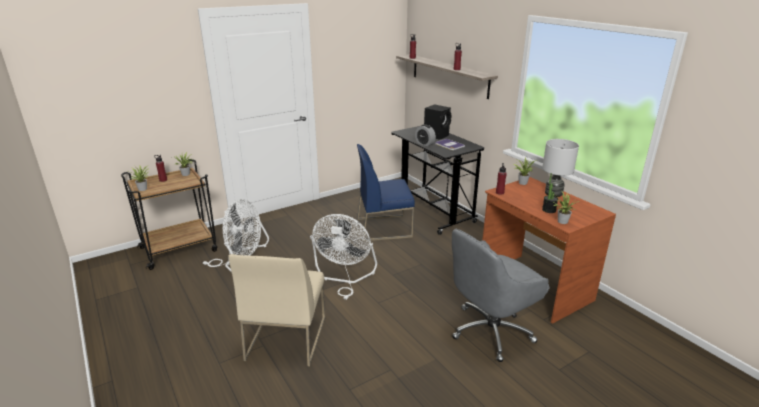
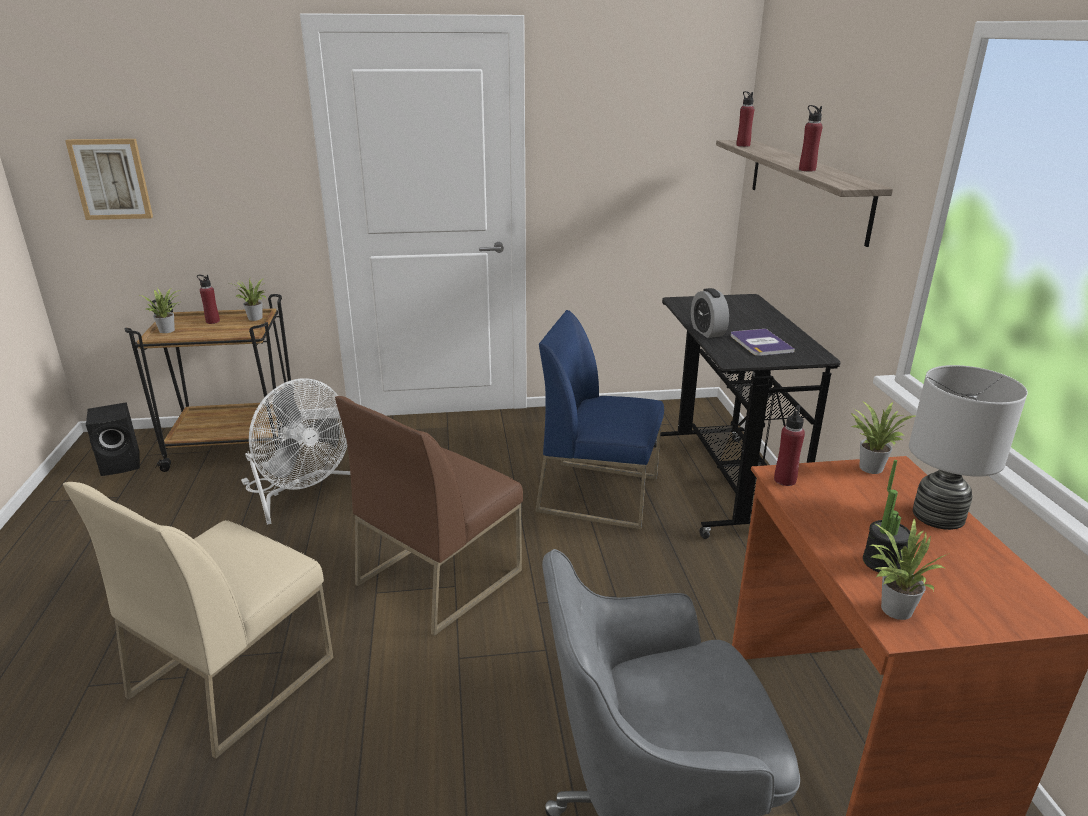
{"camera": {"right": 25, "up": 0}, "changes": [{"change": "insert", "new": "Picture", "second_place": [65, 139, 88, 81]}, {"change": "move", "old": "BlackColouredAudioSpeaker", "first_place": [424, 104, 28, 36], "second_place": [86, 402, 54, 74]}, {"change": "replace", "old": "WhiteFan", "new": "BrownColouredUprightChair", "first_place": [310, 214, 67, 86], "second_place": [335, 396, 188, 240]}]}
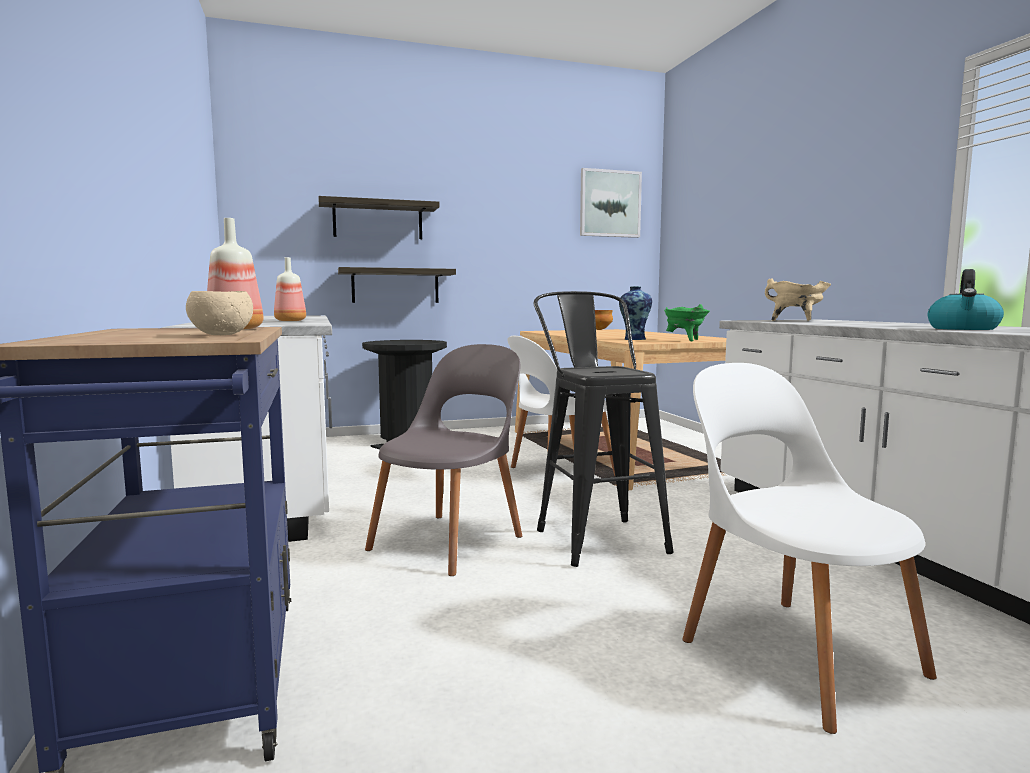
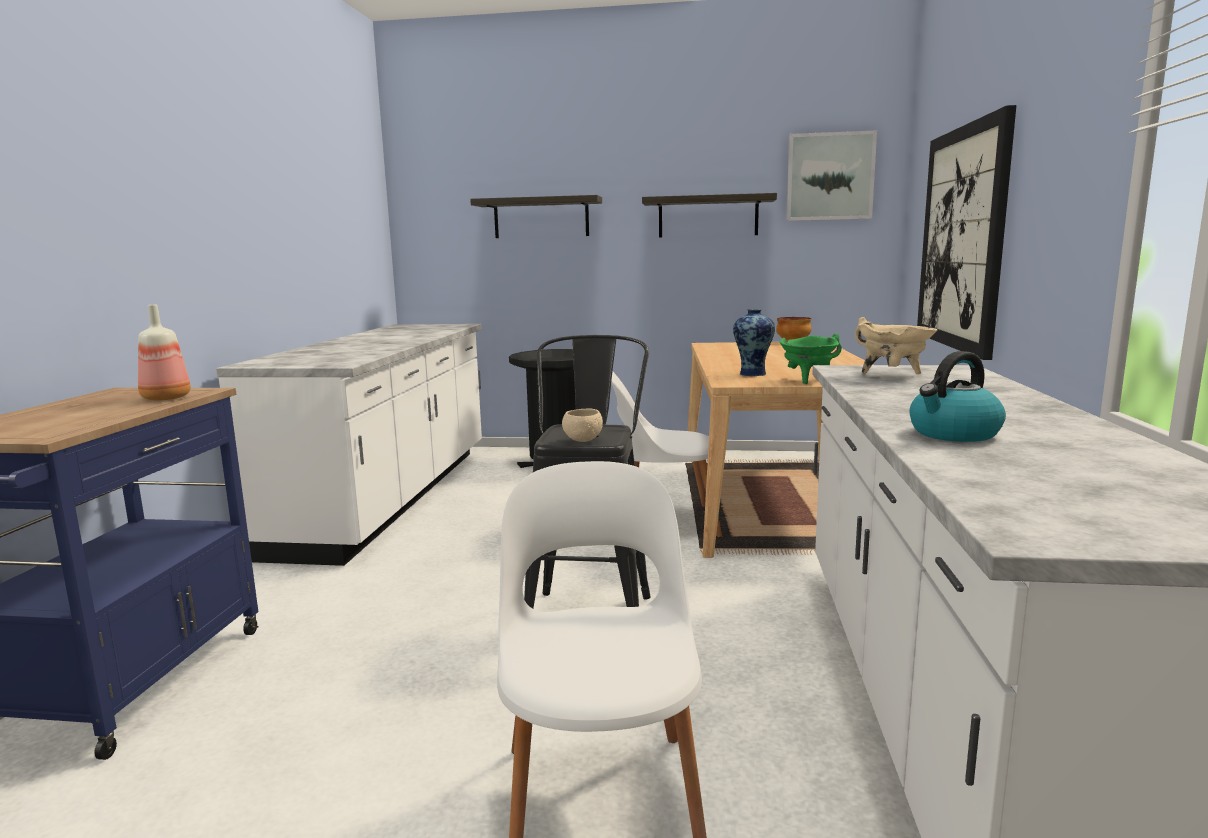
{"camera": {"right": 25, "up": 5}, "changes": [{"change": "move", "old": "SandColouredBowl", "first_place": [186, 291, 67, 44], "second_place": [562, 409, 41, 33]}, {"change": "move", "old": "WallShelf", "first_place": [338, 267, 118, 36], "second_place": [642, 193, 135, 45]}, {"change": "insert", "new": "Picture", "second_place": [917, 105, 99, 255]}, {"change": "delete", "old": "DrinkBottle", "first_place": [274, 257, 32, 64]}, {"change": "delete", "old": "GrayUprightChair", "first_place": [365, 344, 157, 232]}]}
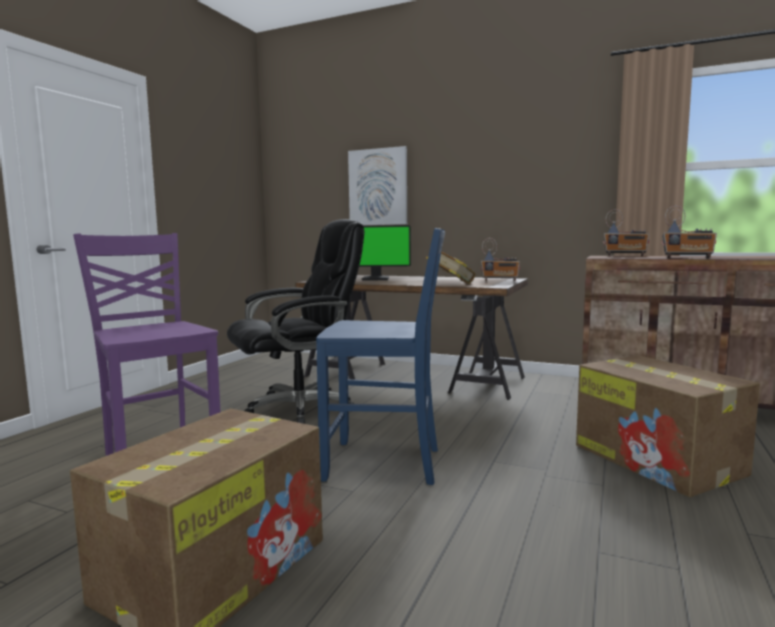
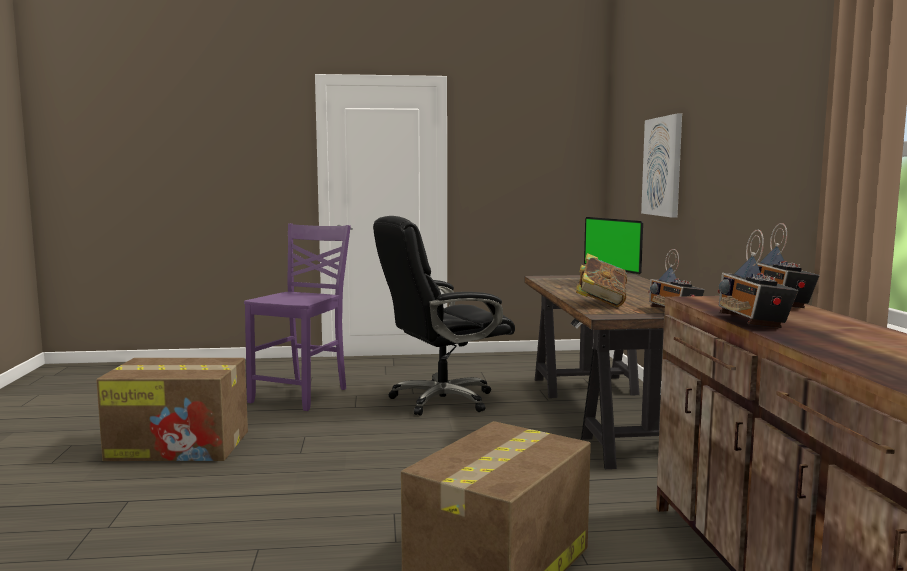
{"camera": {"right": 60, "up": 0}, "changes": [{"change": "rotate", "old": "BlackColouredOfficeChair", "first_place": [227, 219, 137, 205], "second_place": [373, 216, 142, 200], "degrees": 120}, {"change": "delete", "old": "BluishUprightChair", "first_place": [316, 228, 129, 257]}]}
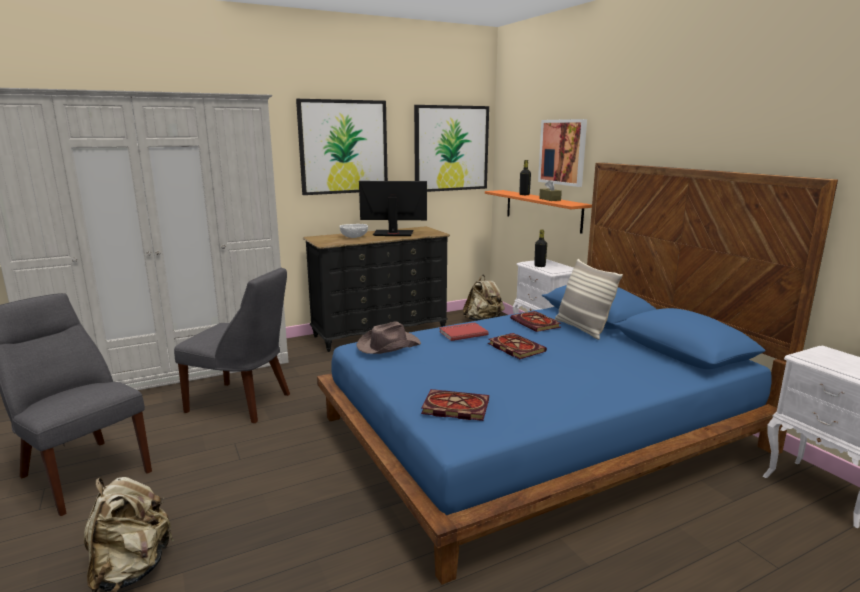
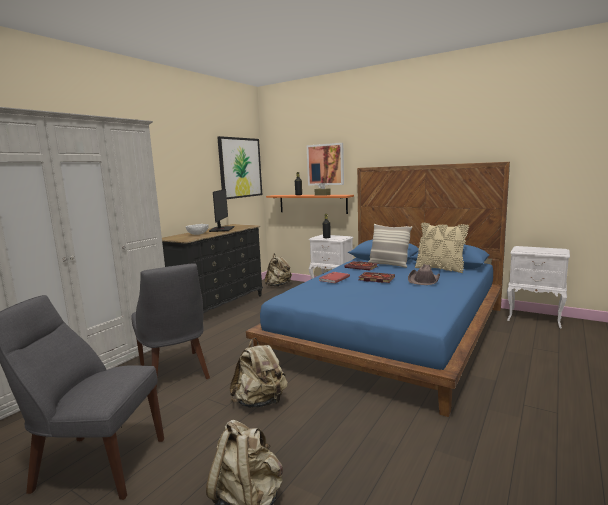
{"camera": {"right": -30, "up": -5}, "changes": [{"change": "rotate", "old": "GrayUprightChair", "first_place": [174, 268, 116, 155], "second_place": [131, 263, 79, 126], "degrees": 75}, {"change": "rotate", "old": "ComputerDisplay", "first_place": [359, 181, 68, 55], "second_place": [209, 189, 26, 43], "degrees": 120}, {"change": "insert", "new": "SandColouredKnapsack", "second_place": [230, 338, 58, 70]}, {"change": "move", "old": "BrownColouredClothingHat", "first_place": [356, 321, 65, 33], "second_place": [408, 264, 32, 21]}, {"change": "insert", "new": "SandColouredThrowPillow", "second_place": [415, 222, 54, 51]}, {"change": "delete", "old": "Picture", "first_place": [296, 99, 92, 96]}, {"change": "delete", "old": "BoundBook", "first_place": [421, 389, 68, 32]}]}
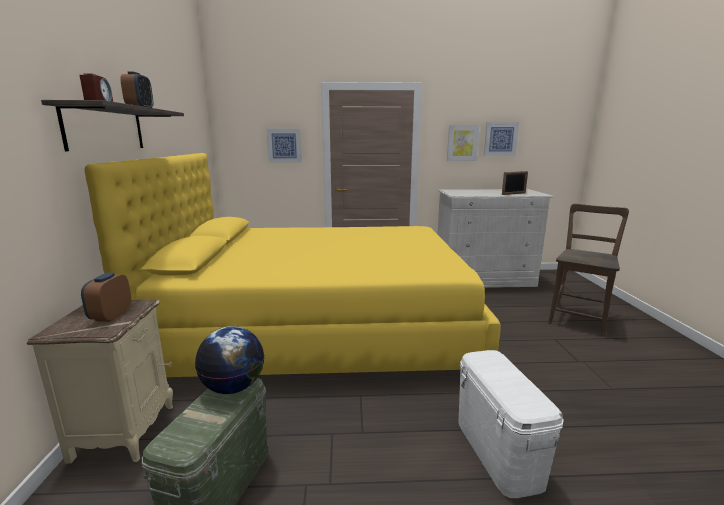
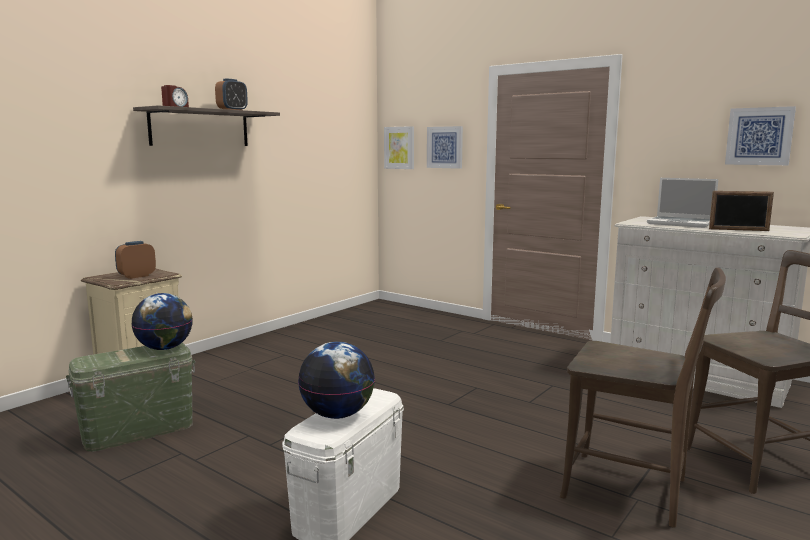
{"camera": {"right": 40, "up": -5}, "changes": [{"change": "insert", "new": "DeskGlobe", "second_place": [298, 342, 77, 77]}, {"change": "move", "old": "Picture", "first_place": [447, 125, 33, 36], "second_place": [384, 126, 30, 43]}, {"change": "insert", "new": "BrownColouredUprightChair", "second_place": [560, 268, 166, 260]}, {"change": "insert", "new": "PortableComputer", "second_place": [647, 178, 71, 50]}, {"change": "delete", "old": "YellowColouredBed", "first_place": [84, 153, 417, 224]}]}
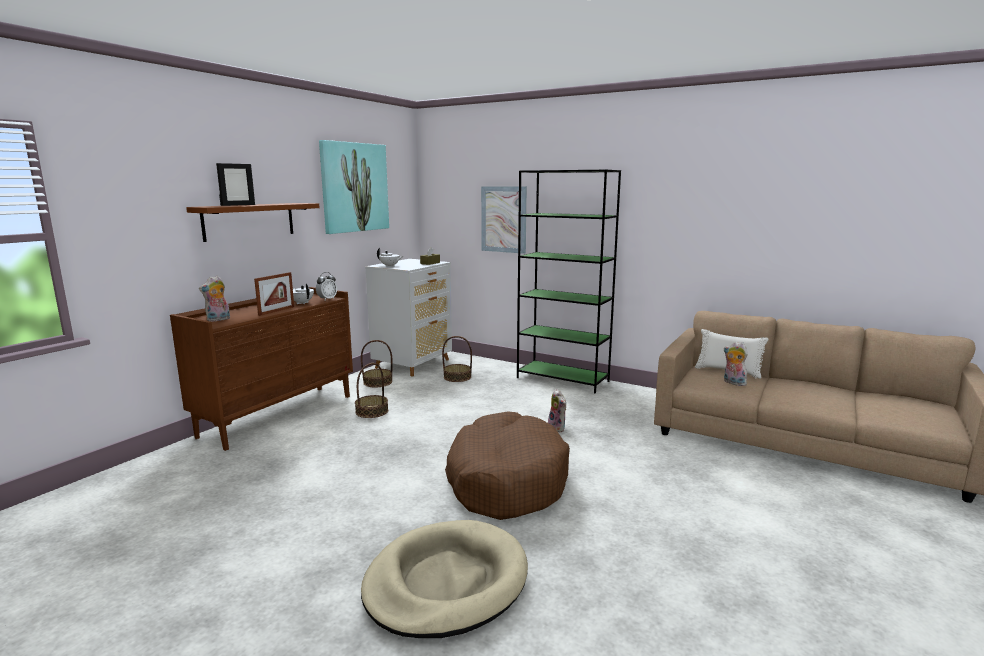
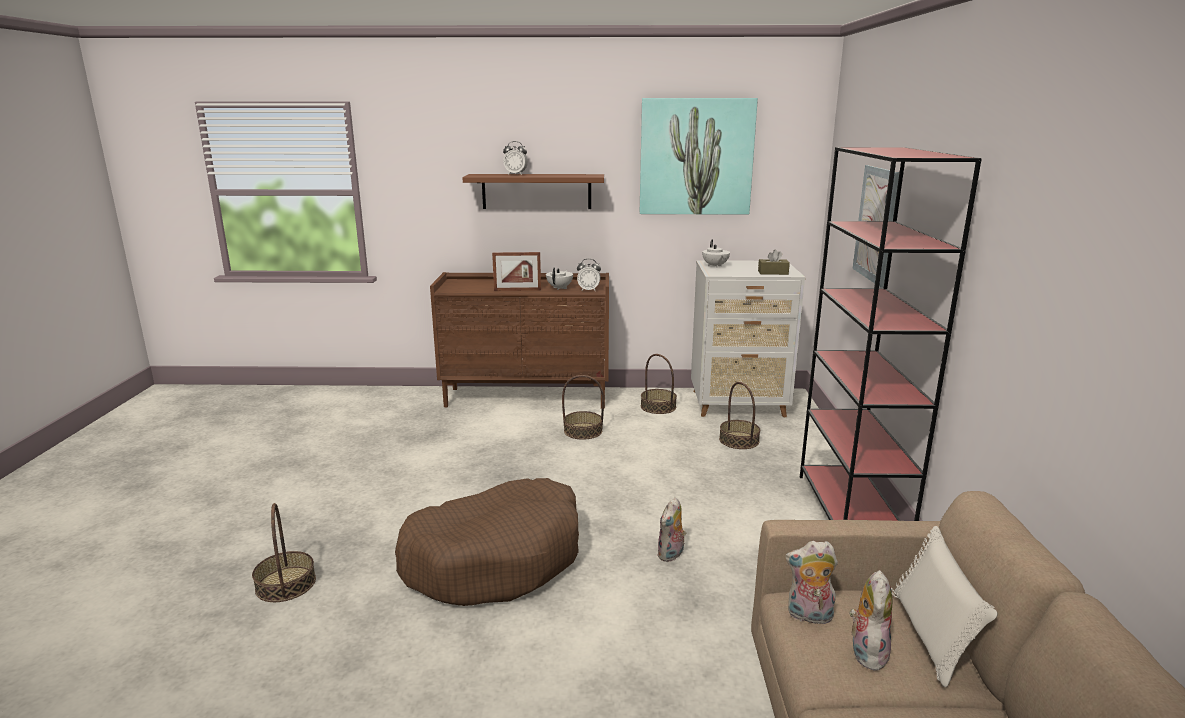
{"camera": {"right": 60, "up": 5}, "changes": [{"change": "replace", "old": "SandColouredPetBed", "new": "HouseholdBasket", "first_place": [361, 520, 167, 118], "second_place": [252, 503, 64, 99]}, {"change": "replace", "old": "StandingFrame", "new": "AlarmClock", "first_place": [216, 163, 39, 43], "second_place": [503, 141, 25, 34]}, {"change": "move", "old": "SoftToy", "first_place": [199, 276, 31, 46], "second_place": [785, 541, 53, 83]}, {"change": "recolor", "old": "GreenShelvingUnit", "new": "RedColouredShelvingUnit", "first_place": [517, 170, 104, 224], "second_place": [800, 147, 182, 374]}]}
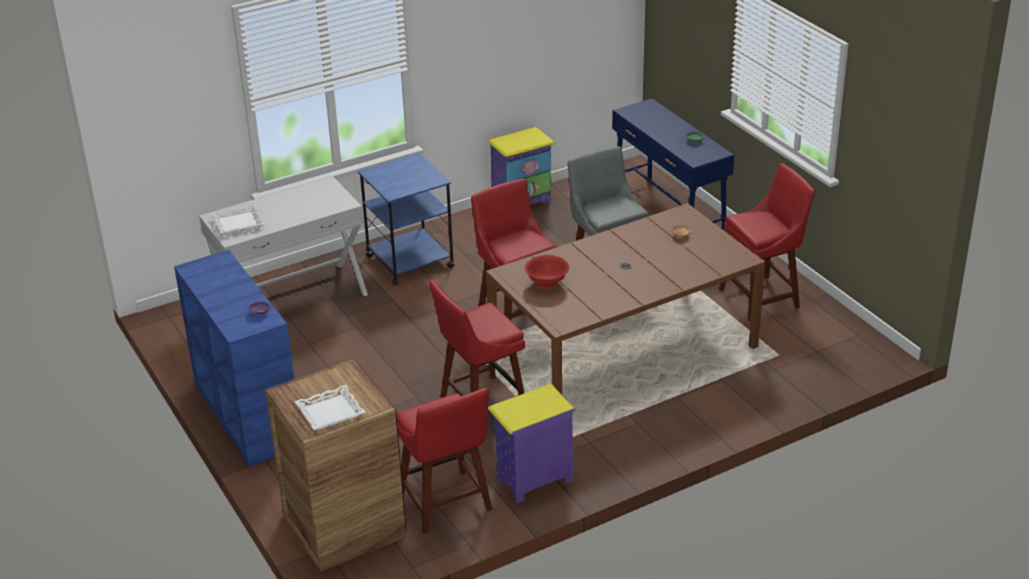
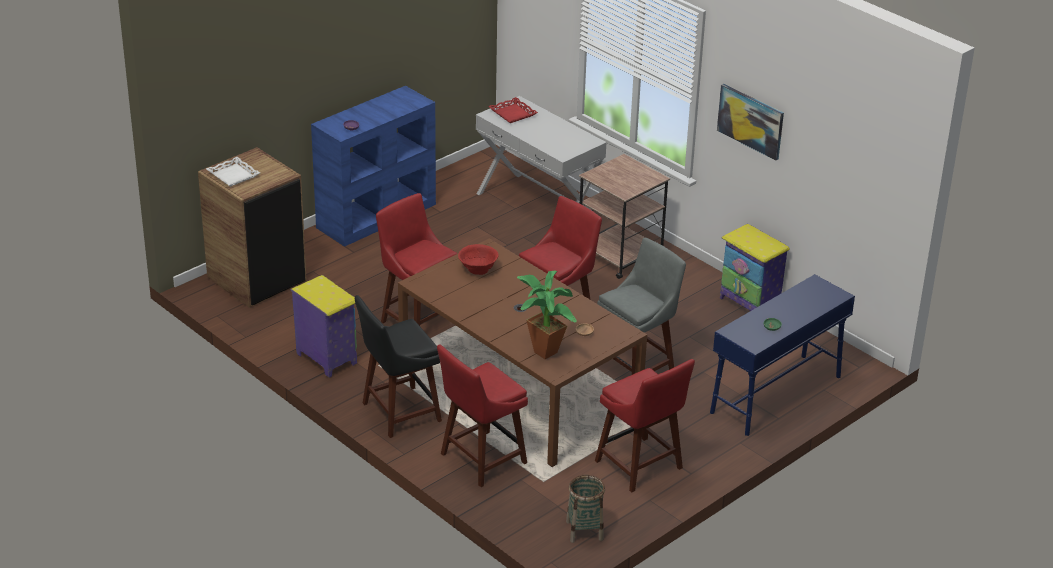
{"camera": {"right": 75, "up": 0}, "changes": [{"change": "insert", "new": "BlackColouredUprightChair", "second_place": [355, 295, 87, 143]}, {"change": "move", "old": "RedColouredUprightChair", "first_place": [396, 388, 97, 146], "second_place": [437, 344, 91, 143]}, {"change": "recolor", "old": "WhiteTray", "new": "RedColouredTray", "first_place": [212, 204, 53, 31], "second_place": [488, 97, 50, 26]}, {"change": "insert", "new": "PlantInAPot", "second_place": [517, 271, 60, 88]}, {"change": "insert", "new": "HouseholdBasket", "second_place": [566, 475, 39, 68]}, {"change": "recolor", "old": "BluishCart", "new": "BrownColouredCart", "first_place": [358, 153, 96, 133], "second_place": [579, 154, 91, 125]}, {"change": "insert", "new": "Picture", "second_place": [717, 84, 67, 76]}]}
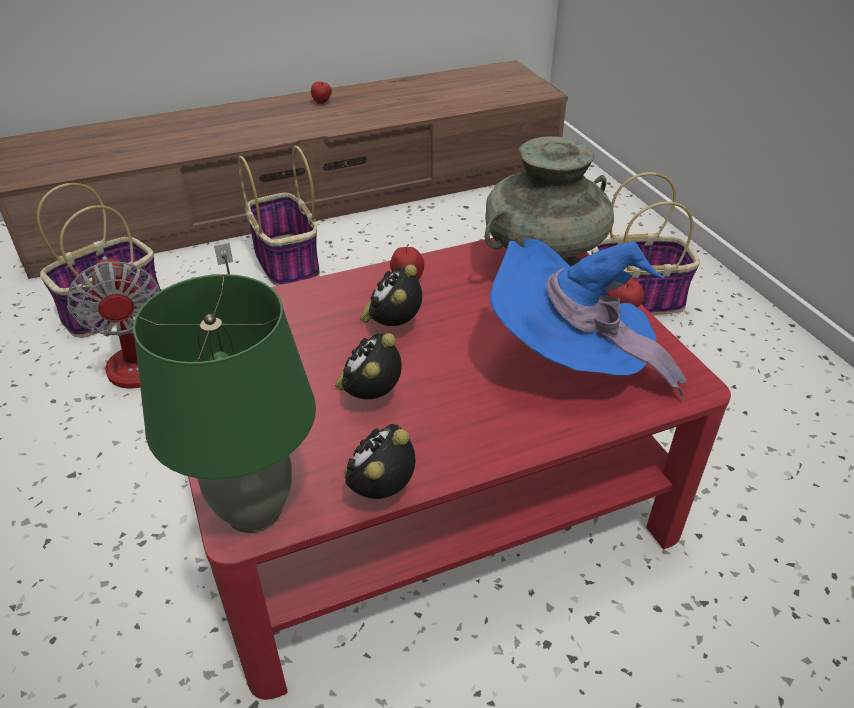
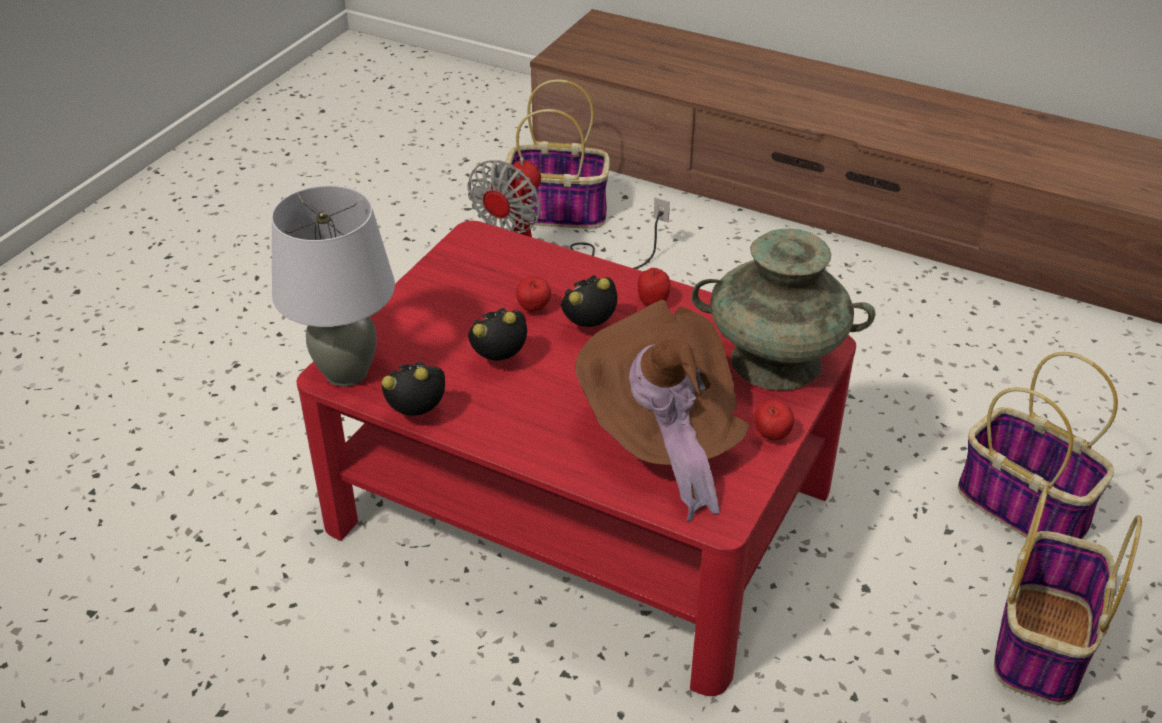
{"camera": {"right": 50, "up": 0}, "changes": [{"change": "recolor", "old": "GreenTableLamp", "new": "GrayTableLamp", "first_place": [133, 274, 183, 259], "second_place": [271, 185, 124, 202]}, {"change": "move", "old": "AppleFruit", "first_place": [311, 82, 21, 22], "second_place": [516, 276, 35, 36]}, {"change": "recolor", "old": "BluishClothingHat", "new": "BrownColouredClothingHat", "first_place": [490, 238, 197, 164], "second_place": [575, 300, 175, 221]}, {"change": "move", "old": "HouseholdBasket", "first_place": [238, 146, 82, 140], "second_place": [994, 485, 148, 220]}]}
